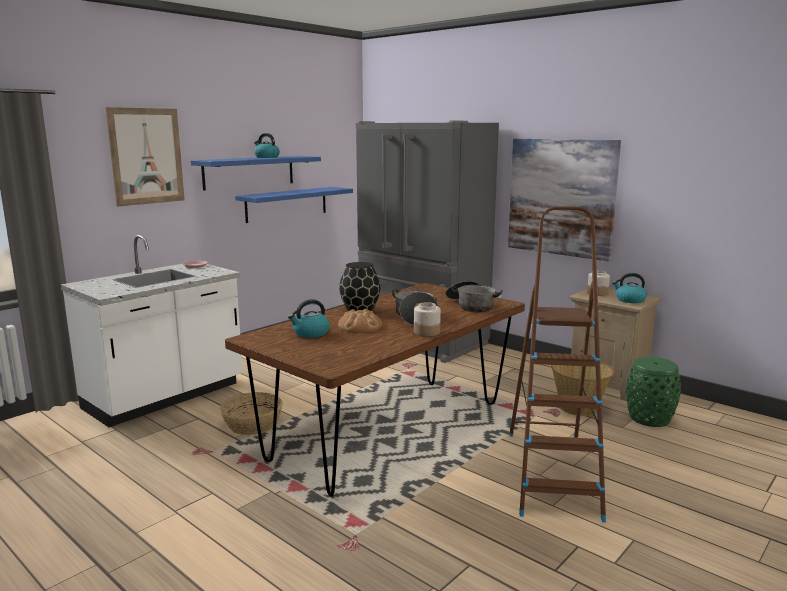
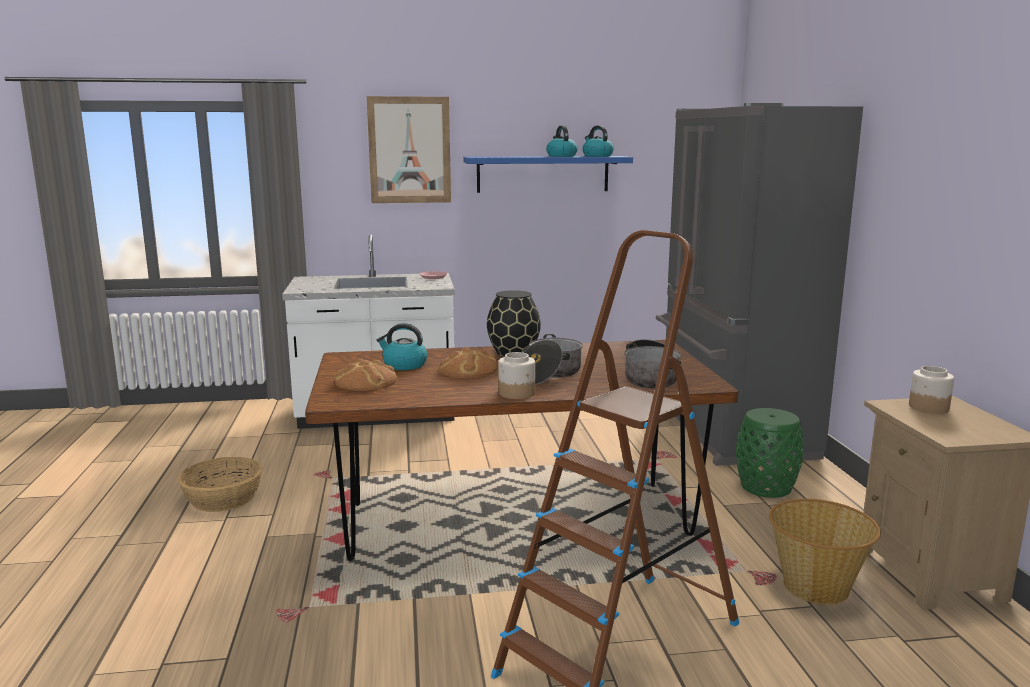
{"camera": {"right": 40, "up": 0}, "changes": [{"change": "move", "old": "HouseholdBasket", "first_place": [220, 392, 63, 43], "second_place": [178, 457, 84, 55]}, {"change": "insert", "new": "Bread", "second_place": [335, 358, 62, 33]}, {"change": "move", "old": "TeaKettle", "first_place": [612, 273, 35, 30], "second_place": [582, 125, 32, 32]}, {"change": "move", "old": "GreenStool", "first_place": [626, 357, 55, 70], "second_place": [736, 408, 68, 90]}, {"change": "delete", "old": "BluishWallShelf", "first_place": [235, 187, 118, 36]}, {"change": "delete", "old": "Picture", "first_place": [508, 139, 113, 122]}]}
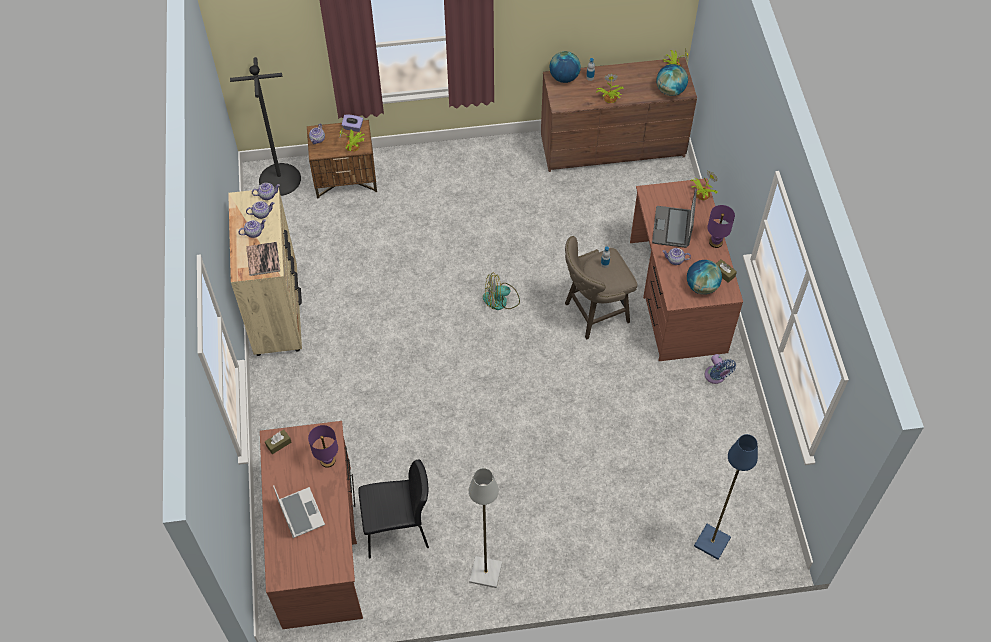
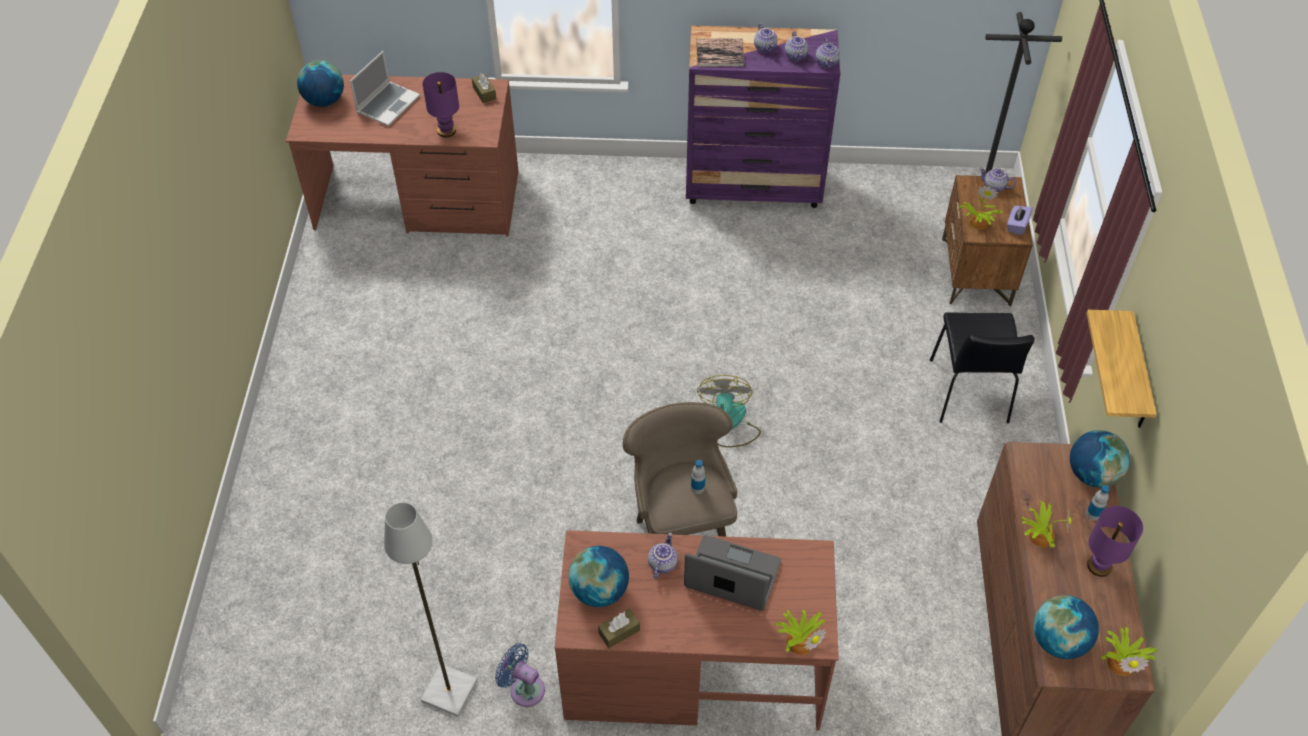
{"camera": {"right": 100, "up": -5}, "changes": [{"change": "insert", "new": "DeskGlobe", "second_place": [297, 60, 47, 47]}, {"change": "rotate", "old": "PortableComputer", "first_place": [273, 485, 52, 53], "second_place": [350, 51, 70, 75], "degrees": -45}, {"change": "move", "old": "GrayStandardLamp", "first_place": [469, 468, 33, 120], "second_place": [384, 502, 94, 215]}, {"change": "rotate", "old": "BluishFan", "first_place": [705, 354, 31, 30], "second_place": [495, 643, 50, 64], "degrees": 45}, {"change": "recolor", "old": "SandColouredDrawerChest", "new": "PurpleDrawerChest", "first_place": [228, 187, 74, 169], "second_place": [686, 25, 155, 183]}, {"change": "move", "old": "BlackColouredUprightChair", "first_place": [358, 460, 71, 98], "second_place": [930, 312, 105, 111]}, {"change": "insert", "new": "WallShelf", "second_place": [1087, 310, 70, 118]}, {"change": "move", "old": "PurpleTableLamp", "first_place": [707, 205, 28, 43], "second_place": [1087, 506, 56, 71]}, {"change": "delete", "old": "BluishStandardLamp", "first_place": [694, 434, 64, 126]}]}
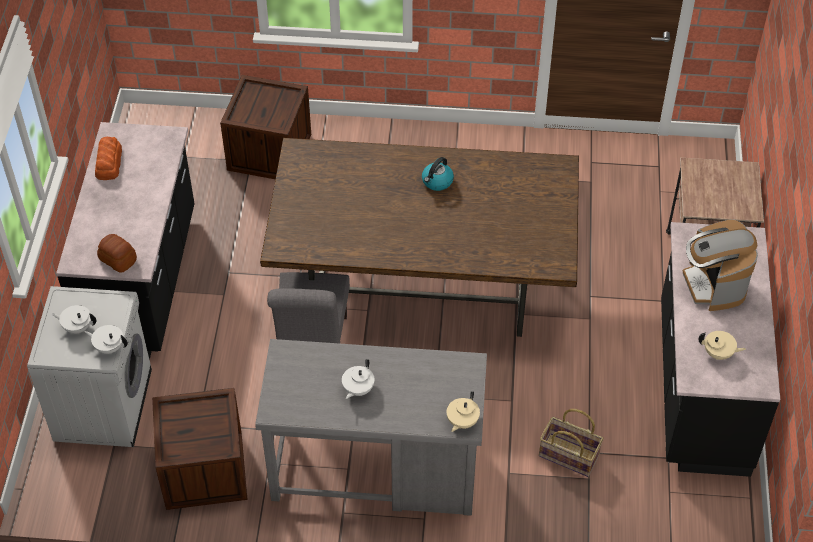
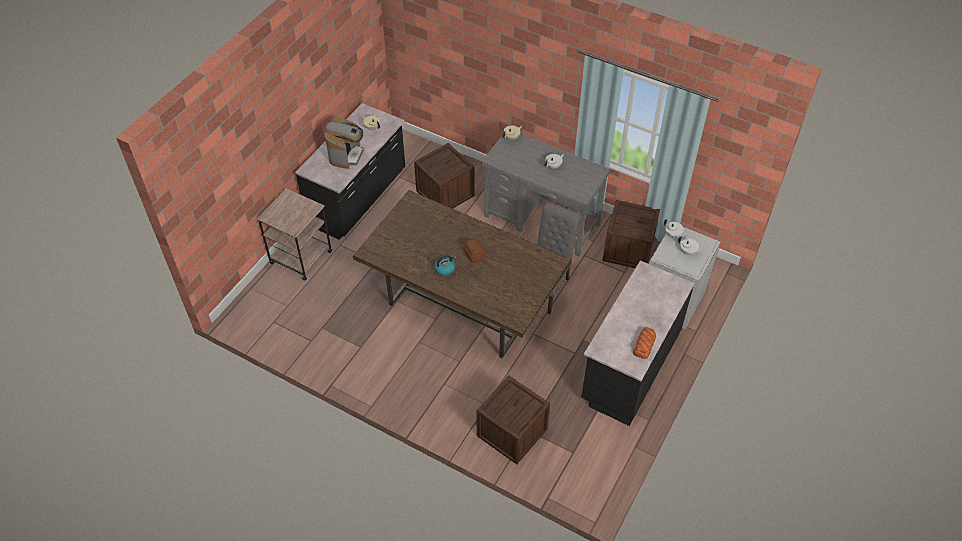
{"camera": {"right": -155, "up": 0}, "changes": [{"change": "replace", "old": "HouseholdBasket", "new": "PackingCrate", "first_place": [539, 409, 65, 68], "second_place": [414, 143, 61, 66]}, {"change": "move", "old": "Bread", "first_place": [97, 234, 40, 39], "second_place": [464, 239, 21, 24]}]}
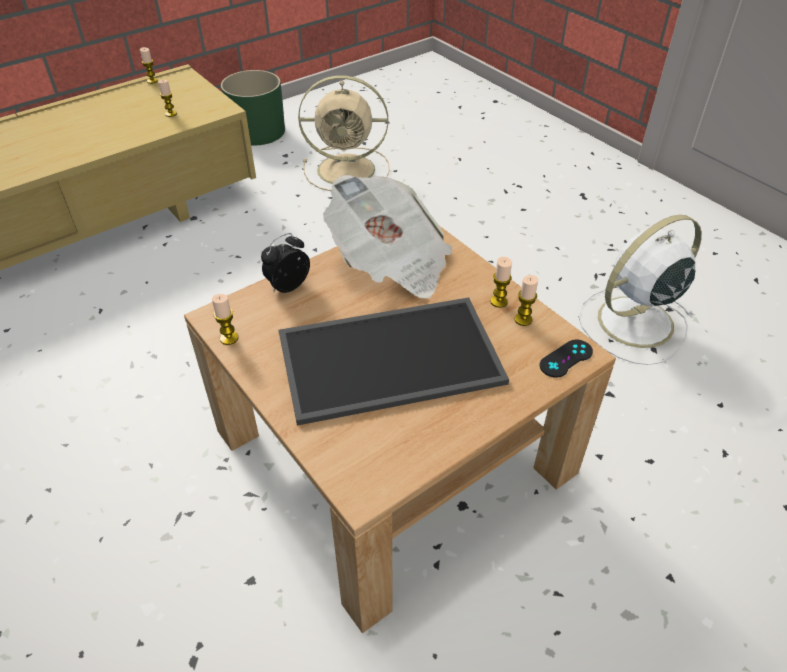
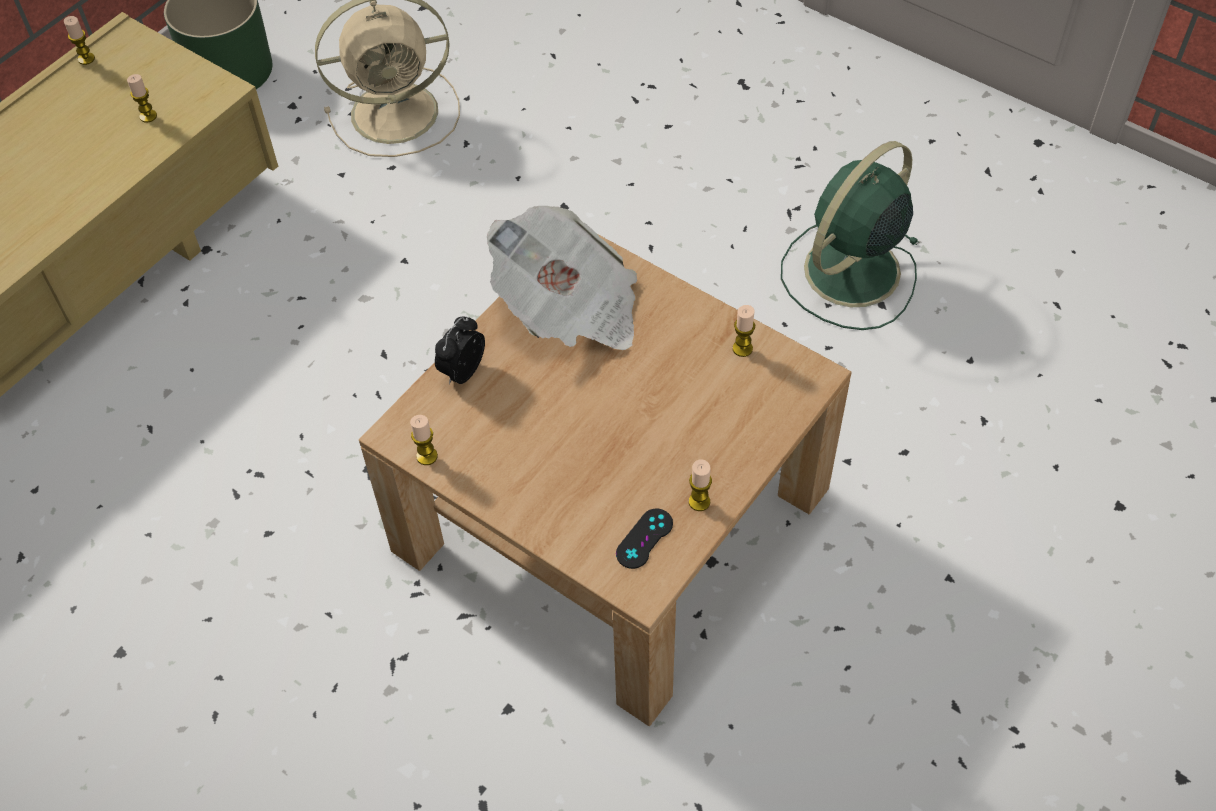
{"camera": {"right": -15, "up": 10}, "changes": [{"change": "move", "old": "BlackColouredGameController", "first_place": [539, 340, 54, 38], "second_place": [616, 509, 57, 60]}, {"change": "move", "old": "WaxCandle", "first_place": [490, 257, 22, 51], "second_place": [689, 460, 23, 51]}, {"change": "recolor", "old": "WhiteFan", "new": "GreenFan", "first_place": [578, 215, 124, 150], "second_place": [781, 141, 138, 189]}, {"change": "delete", "old": "Tray", "first_place": [279, 297, 230, 129]}]}
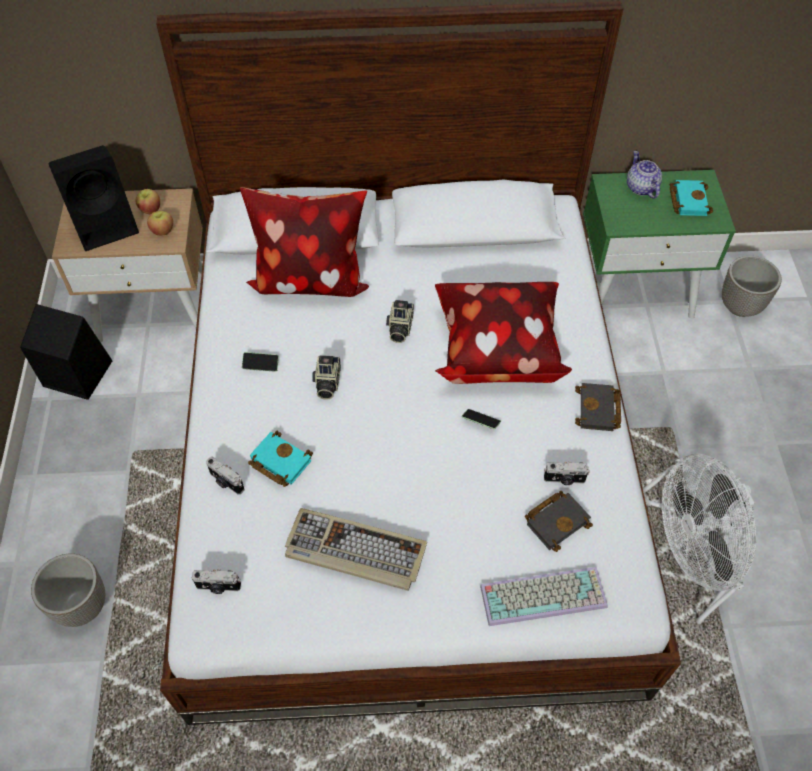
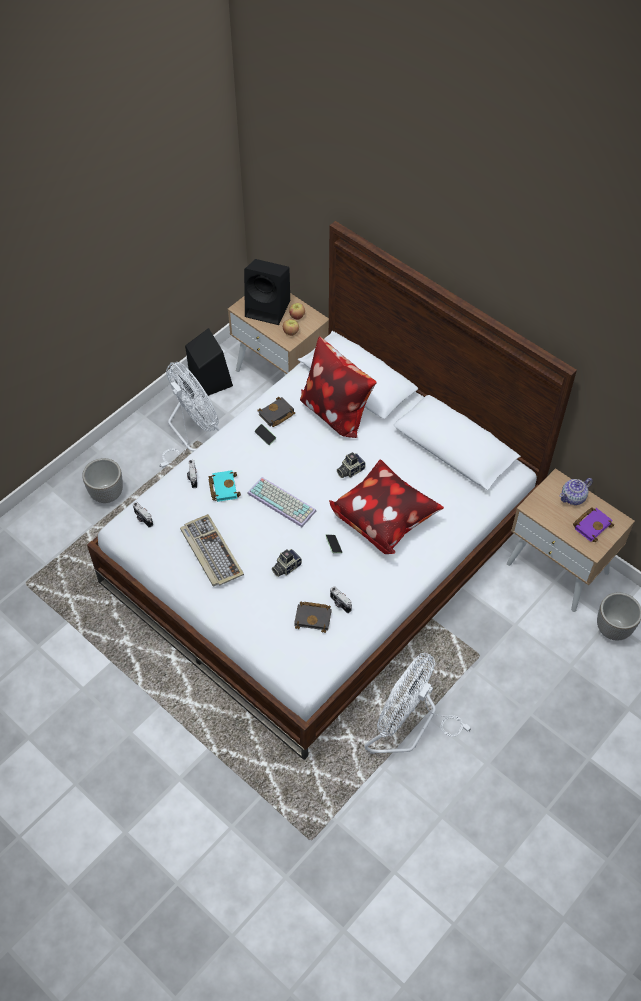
{"camera": {"right": 45, "up": 0}, "changes": [{"change": "insert", "new": "WhiteFan", "second_place": [159, 362, 61, 106]}, {"change": "move", "old": "ComputerKeyboard", "first_place": [480, 567, 128, 59], "second_place": [247, 477, 69, 50]}, {"change": "move", "old": "BlackColouredBoundBook", "first_place": [575, 383, 46, 48], "second_place": [257, 397, 38, 30]}, {"change": "move", "old": "StillCamera", "first_place": [312, 355, 29, 44], "second_place": [272, 549, 30, 28]}, {"change": "recolor", "old": "GreenBedsideTable", "new": "SandColouredBedsideTable", "first_place": [583, 170, 153, 149], "second_place": [507, 468, 128, 144]}, {"change": "rotate", "old": "Teapot", "first_place": [627, 151, 35, 48], "second_place": [559, 478, 34, 27], "degrees": -150}, {"change": "recolor", "old": "TurquoiseColouredBoundBook", "new": "PurpleBoundBook", "first_place": [670, 180, 43, 36], "second_place": [573, 507, 41, 35]}]}
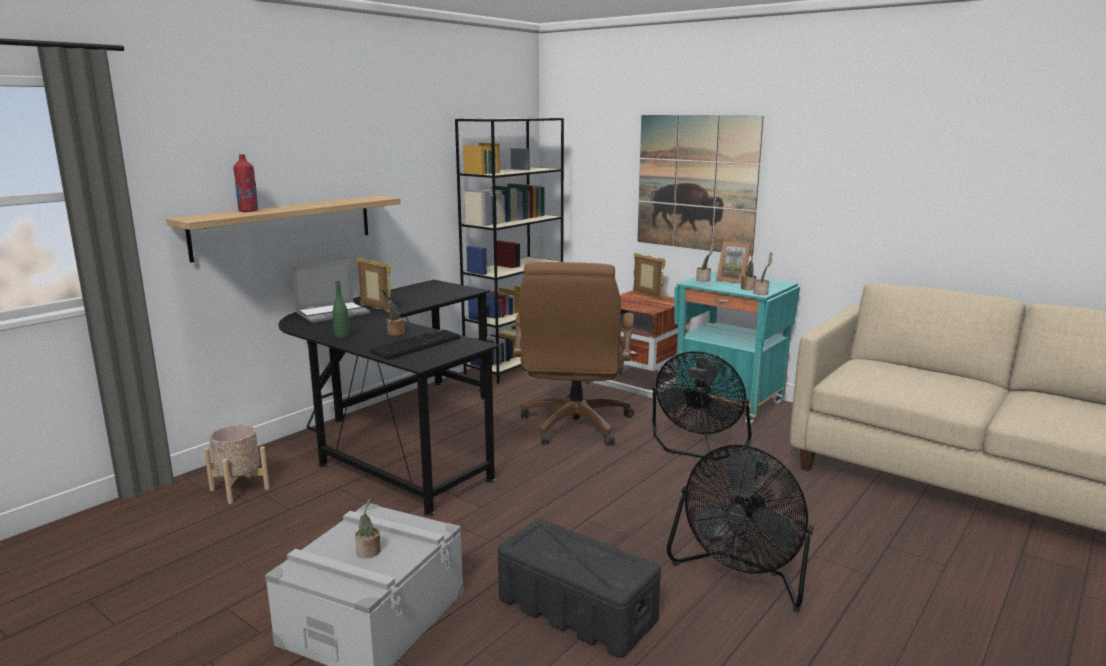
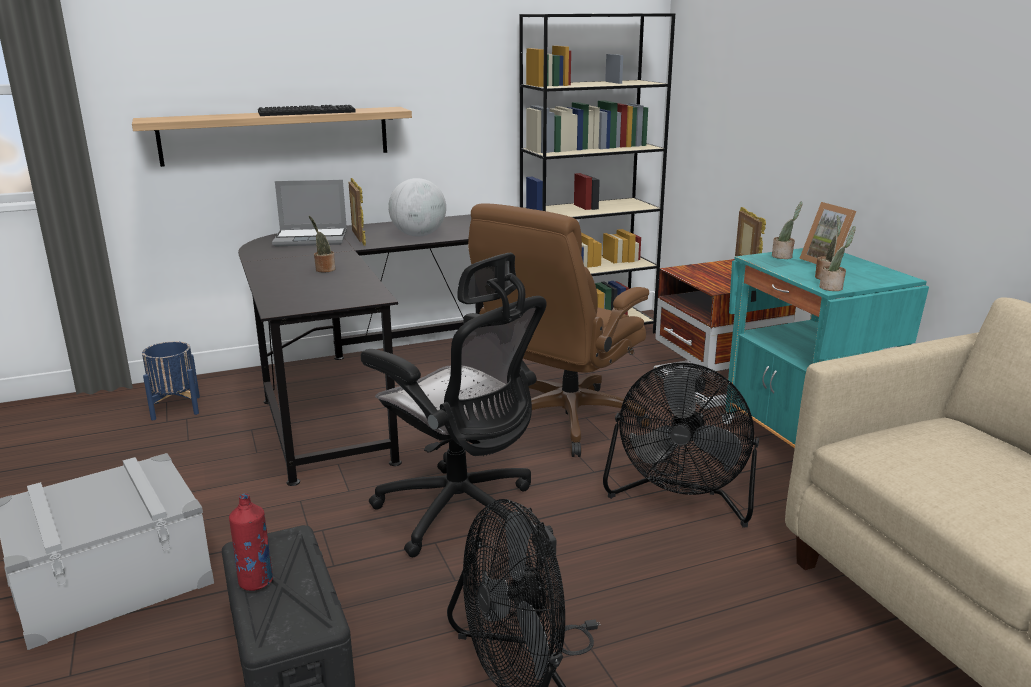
{"camera": {"right": 30, "up": 5}, "changes": [{"change": "recolor", "old": "SandColouredFlowerPot", "new": "BluishFlowerPot", "first_place": [204, 425, 65, 79], "second_place": [142, 341, 58, 79]}, {"change": "move", "old": "RedColouredDrinkBottle", "first_place": [233, 154, 25, 58], "second_place": [229, 493, 44, 98]}, {"change": "move", "old": "ComputerKeyboard", "first_place": [370, 329, 90, 31], "second_place": [258, 105, 98, 11]}, {"change": "insert", "new": "OfficeChair", "second_place": [361, 253, 186, 304]}, {"change": "insert", "new": "DeskGlobe", "second_place": [388, 178, 58, 58]}, {"change": "rotate", "old": "BlackColouredFan", "first_place": [652, 351, 100, 127], "second_place": [603, 363, 156, 165], "degrees": 150}, {"change": "delete", "old": "GreenDrinkBottle", "first_place": [332, 281, 17, 58]}, {"change": "delete", "old": "PlantInAPot", "first_place": [355, 498, 26, 60]}, {"change": "delete", "old": "Picture", "first_place": [637, 115, 127, 141]}]}
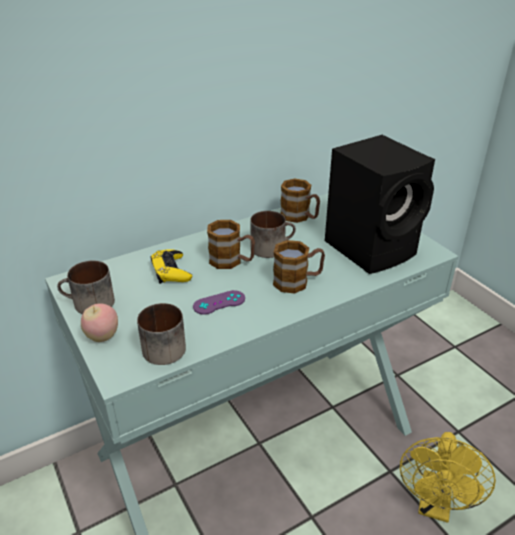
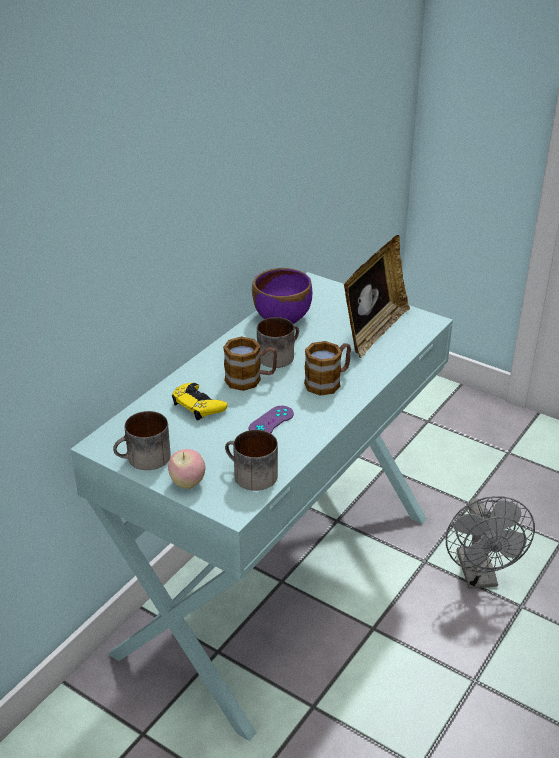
{"camera": {"right": -25, "up": 0}, "changes": [{"change": "replace", "old": "TeaMug", "new": "PurpleBowl", "first_place": [281, 178, 39, 45], "second_place": [252, 268, 60, 56]}, {"change": "replace", "old": "BlackColouredAudioSpeaker", "new": "StandingFrame", "first_place": [325, 135, 110, 139], "second_place": [344, 235, 66, 123]}, {"change": "recolor", "old": "YellowColouredFan", "new": "GrayFan", "first_place": [400, 432, 96, 91], "second_place": [446, 496, 89, 93]}]}
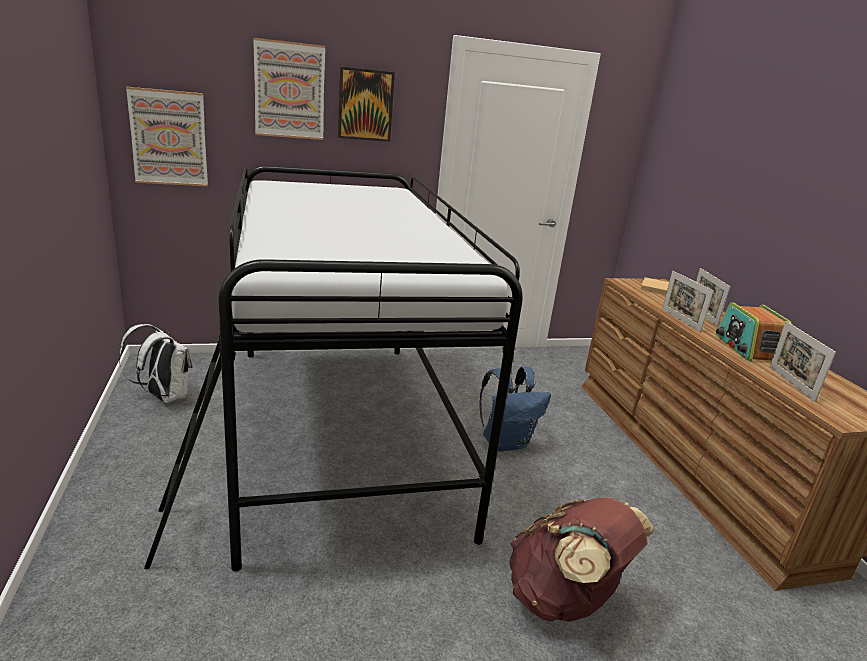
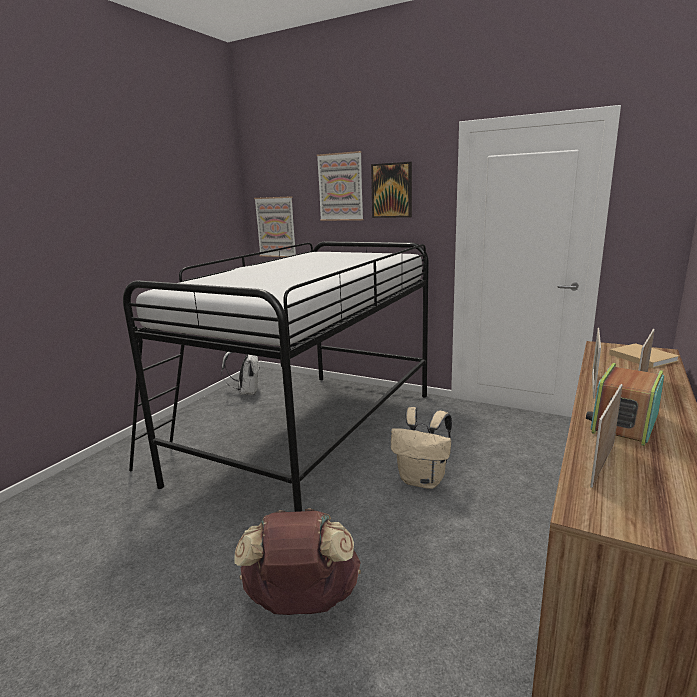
{"camera": {"right": 45, "up": -5}, "changes": [{"change": "recolor", "old": "BluishKnapsack", "new": "SandColouredKnapsack", "first_place": [479, 367, 72, 85], "second_place": [391, 407, 61, 82]}]}
